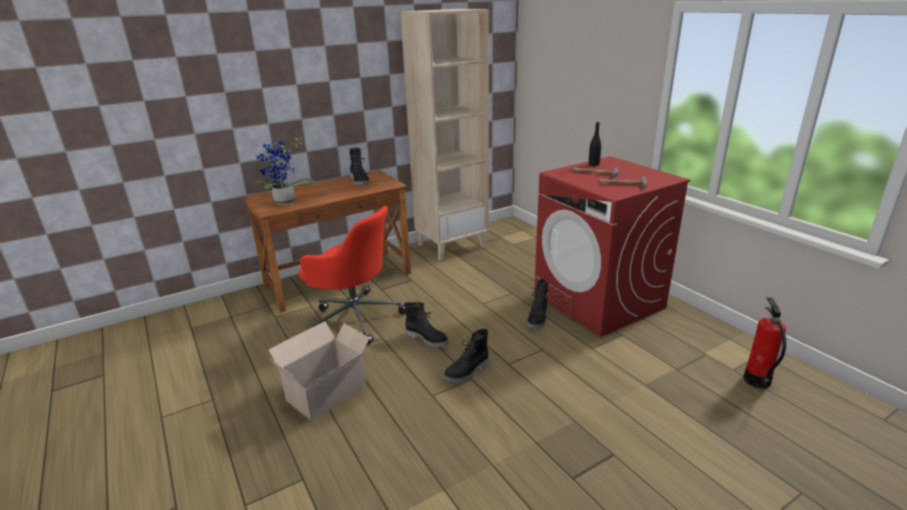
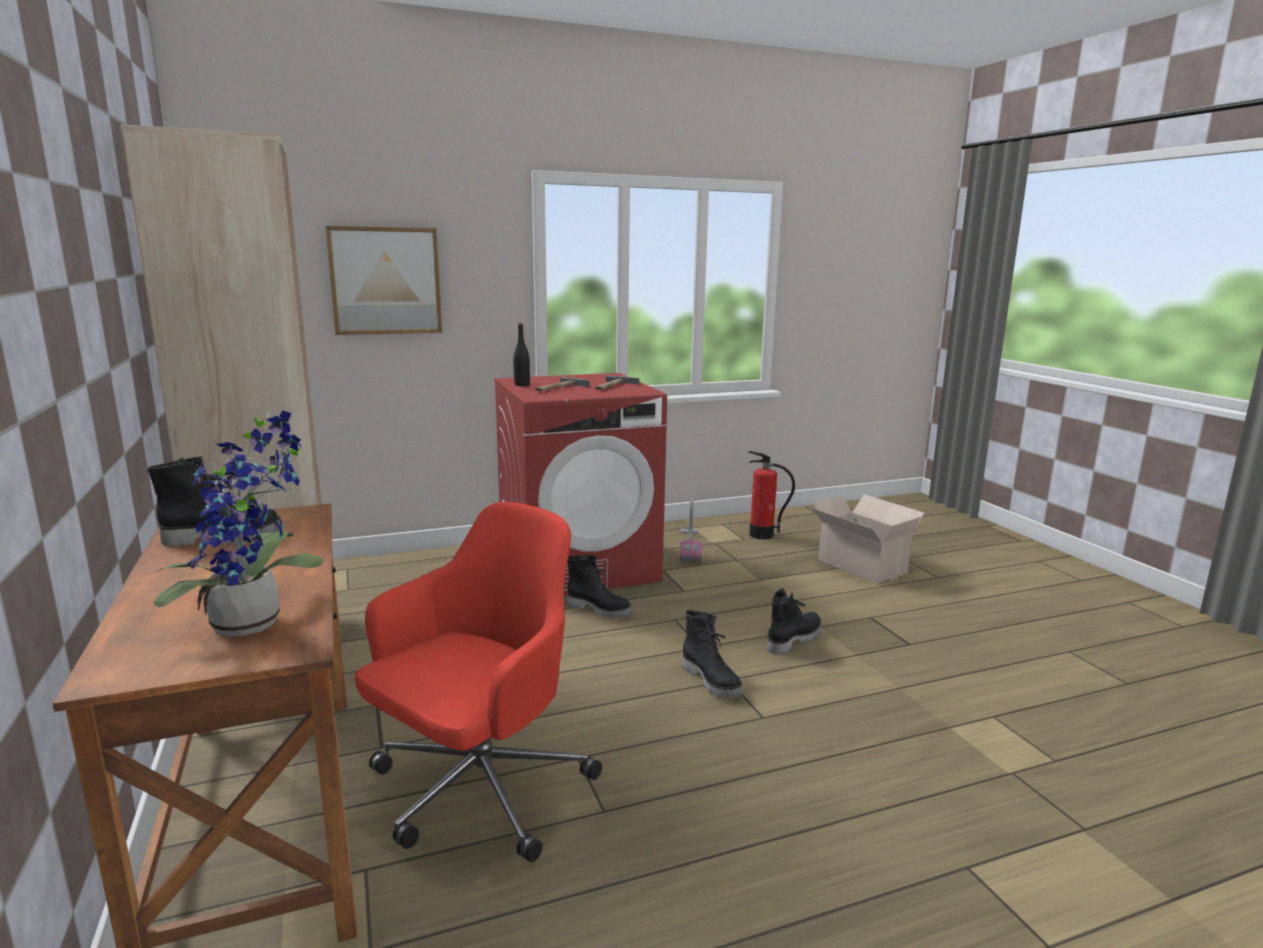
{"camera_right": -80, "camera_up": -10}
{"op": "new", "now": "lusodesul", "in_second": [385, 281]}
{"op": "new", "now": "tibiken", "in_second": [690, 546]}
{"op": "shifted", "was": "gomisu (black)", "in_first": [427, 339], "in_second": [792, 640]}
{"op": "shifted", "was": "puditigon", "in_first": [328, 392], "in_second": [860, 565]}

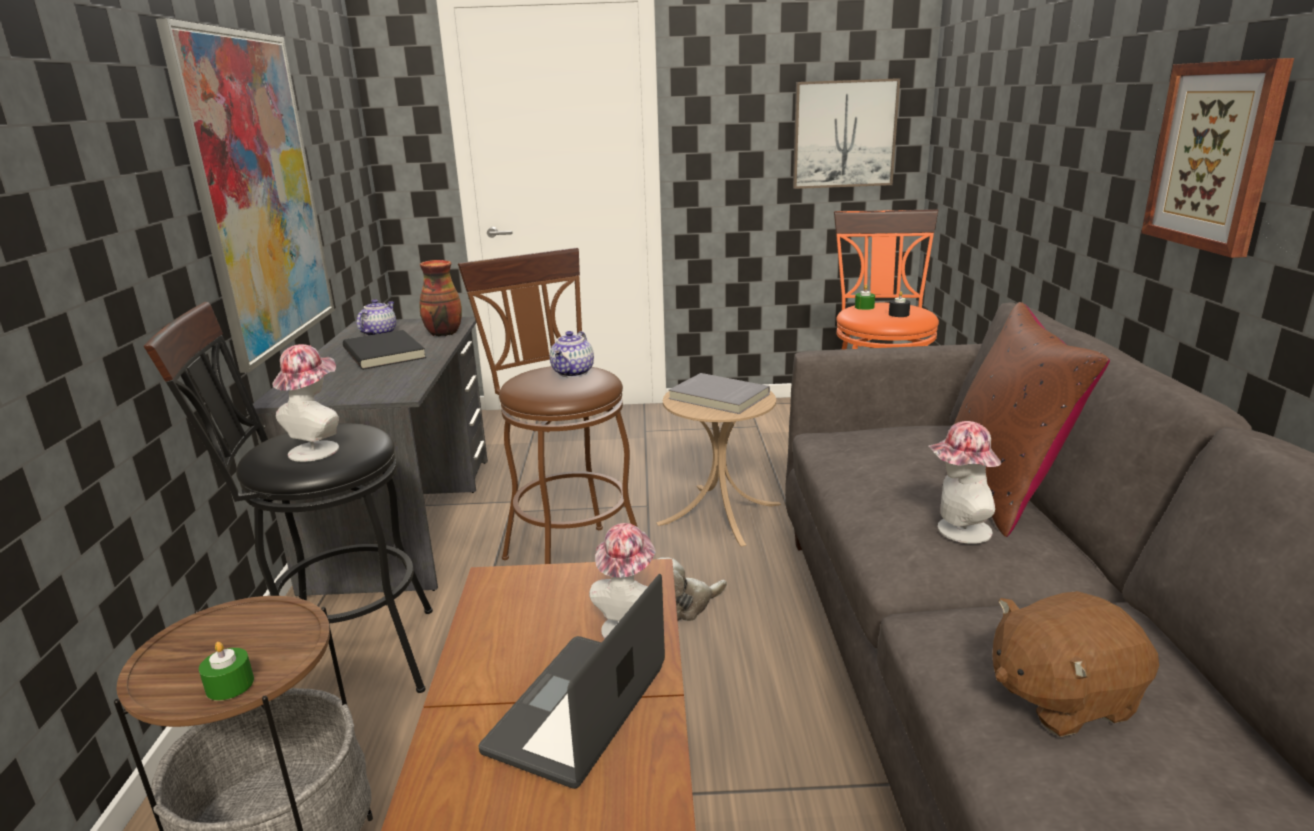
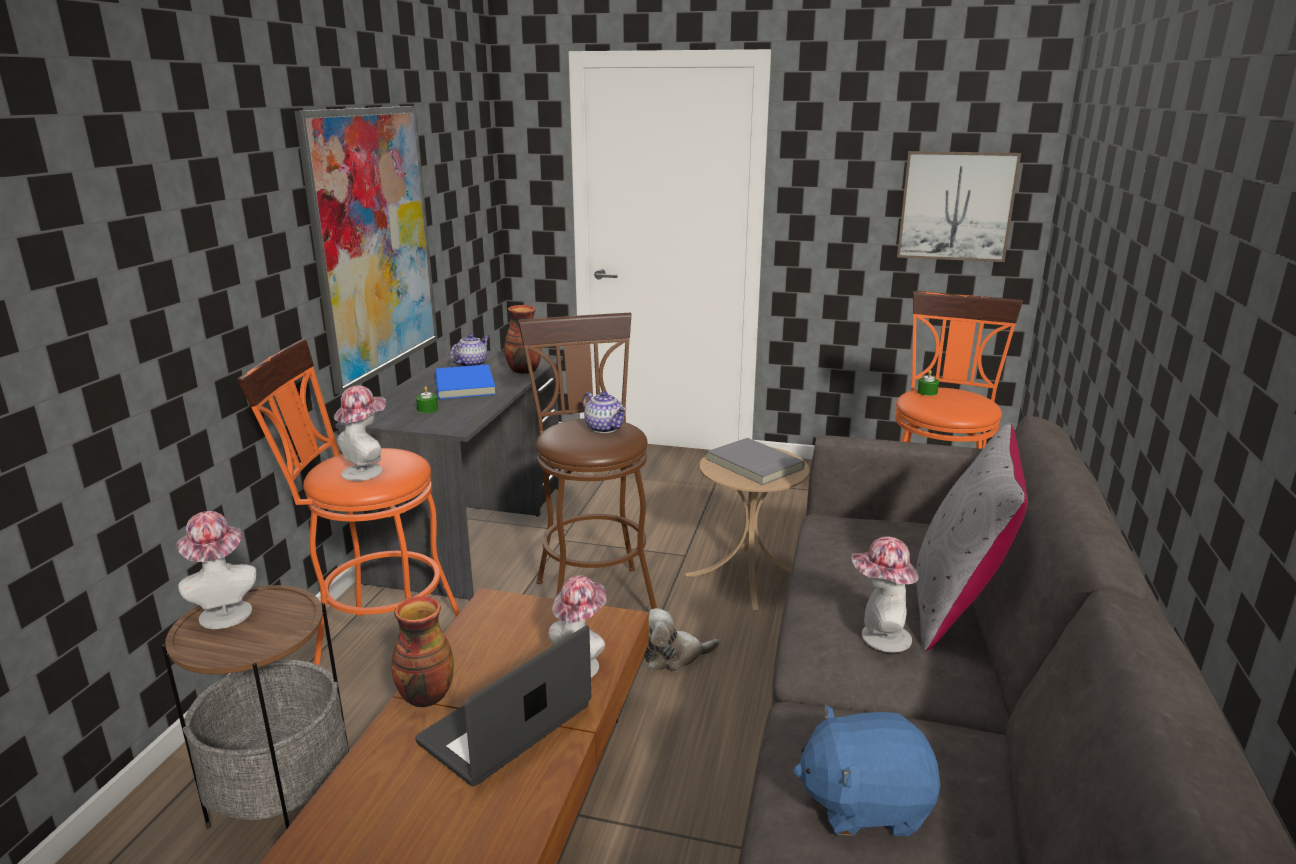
{"camera_right": 15, "camera_up": 0}
{"op": "new", "now": "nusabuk", "in_second": [225, 611]}
{"op": "repainted", "was": "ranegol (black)", "now": "ranegol (orange)", "in_first": [342, 661], "in_second": [377, 646]}
{"op": "new", "now": "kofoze", "in_second": [425, 696]}
{"op": "shifted", "was": "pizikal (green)", "in_first": [230, 685], "in_second": [427, 409]}
{"op": "repainted", "was": "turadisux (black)", "now": "turadisux (blue)", "in_first": [386, 353], "in_second": [466, 385]}
{"op": "rotated", "was": "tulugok", "in_first": [573, 373], "in_second": [605, 428], "clockwise": -75}
{"op": "repainted", "was": "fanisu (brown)", "now": "fanisu (blue)", "in_first": [1060, 697], "in_second": [864, 803]}
{"op": "repainted", "was": "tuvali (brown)", "now": "tuvali (grey)", "in_first": [1002, 488], "in_second": [957, 603]}
{"op": "gone", "was": "pizikal (black)", "in_first": [898, 314]}
{"op": "gone", "was": "lusodesul", "in_first": [1215, 156]}

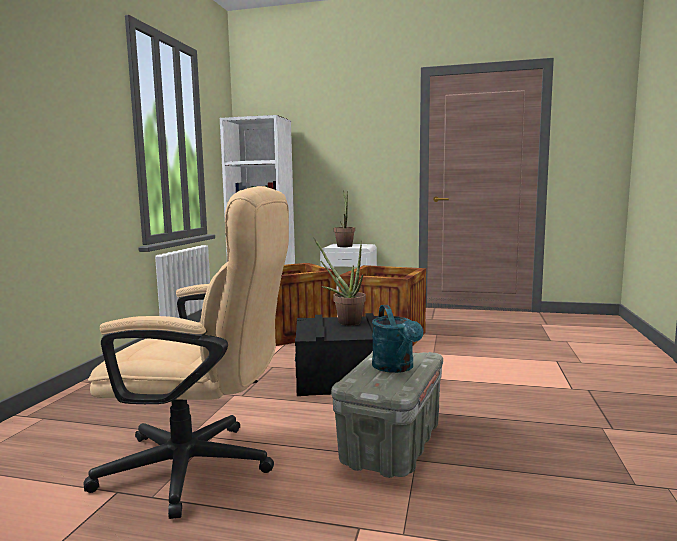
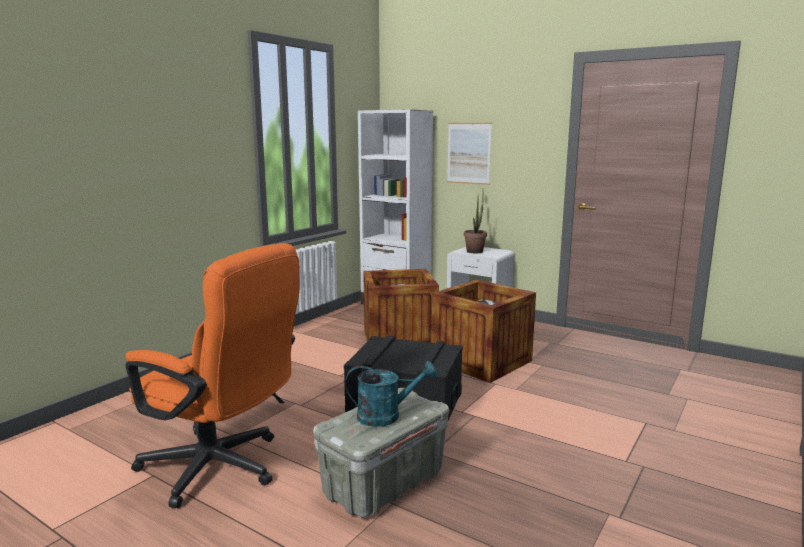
{"camera_right": 20, "camera_up": 5}
{"op": "repainted", "was": "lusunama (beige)", "now": "lusunama (orange)", "in_first": [202, 468], "in_second": [222, 469]}
{"op": "rotated", "was": "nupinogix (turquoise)", "in_first": [396, 368], "in_second": [386, 416], "clockwise": -105}
{"op": "new", "now": "lusodesul", "in_second": [469, 153]}
{"op": "gone", "was": "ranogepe", "in_first": [345, 321]}

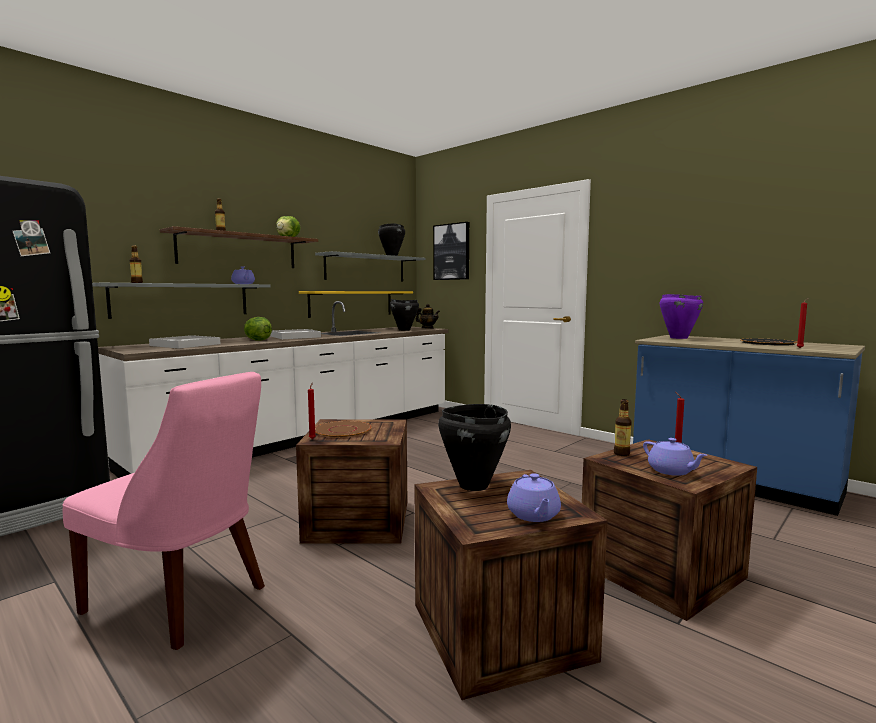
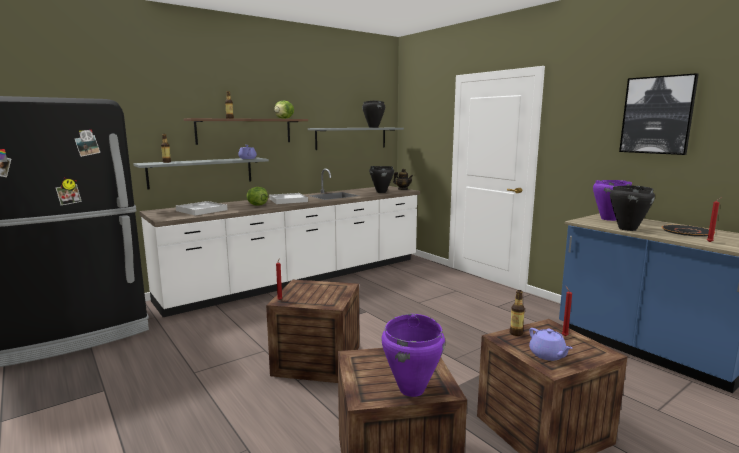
{"camera_right": 10, "camera_up": 5}
{"op": "swapped", "was": "tulugok (purple)", "now": "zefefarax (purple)", "in_first": [533, 515], "in_second": [412, 389]}
{"op": "shifted", "was": "zefefarax (black)", "in_first": [473, 485], "in_second": [627, 229]}
{"op": "shifted", "was": "lusodesul", "in_first": [452, 252], "in_second": [657, 115]}
{"op": "gone", "was": "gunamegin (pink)", "in_first": [182, 601]}
{"op": "gone", "was": "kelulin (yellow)", "in_first": [351, 303]}
{"op": "gone", "was": "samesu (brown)", "in_first": [342, 430]}

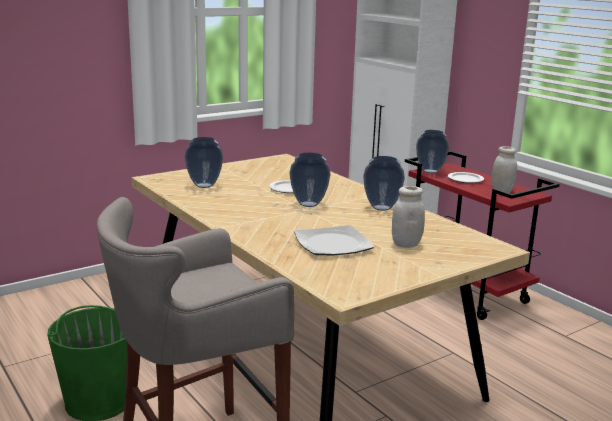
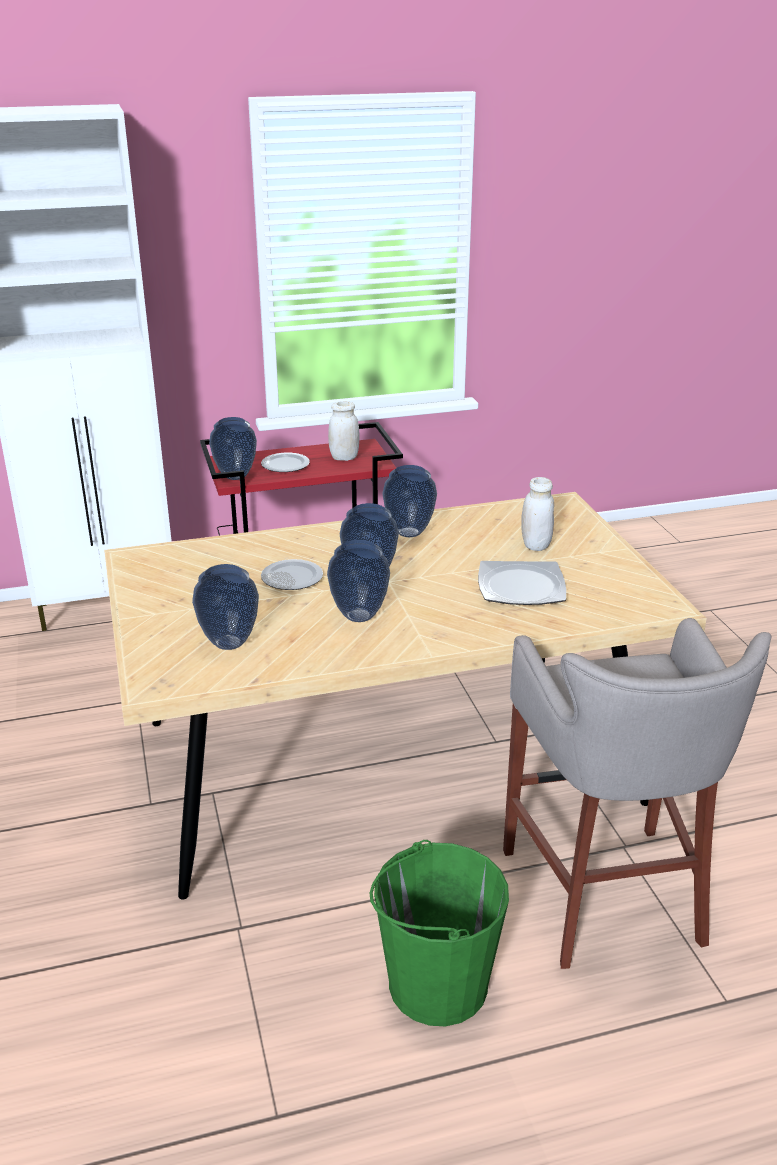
{"camera_right": -70, "camera_up": 10}
{"op": "new", "now": "kofoze", "in_second": [360, 616]}

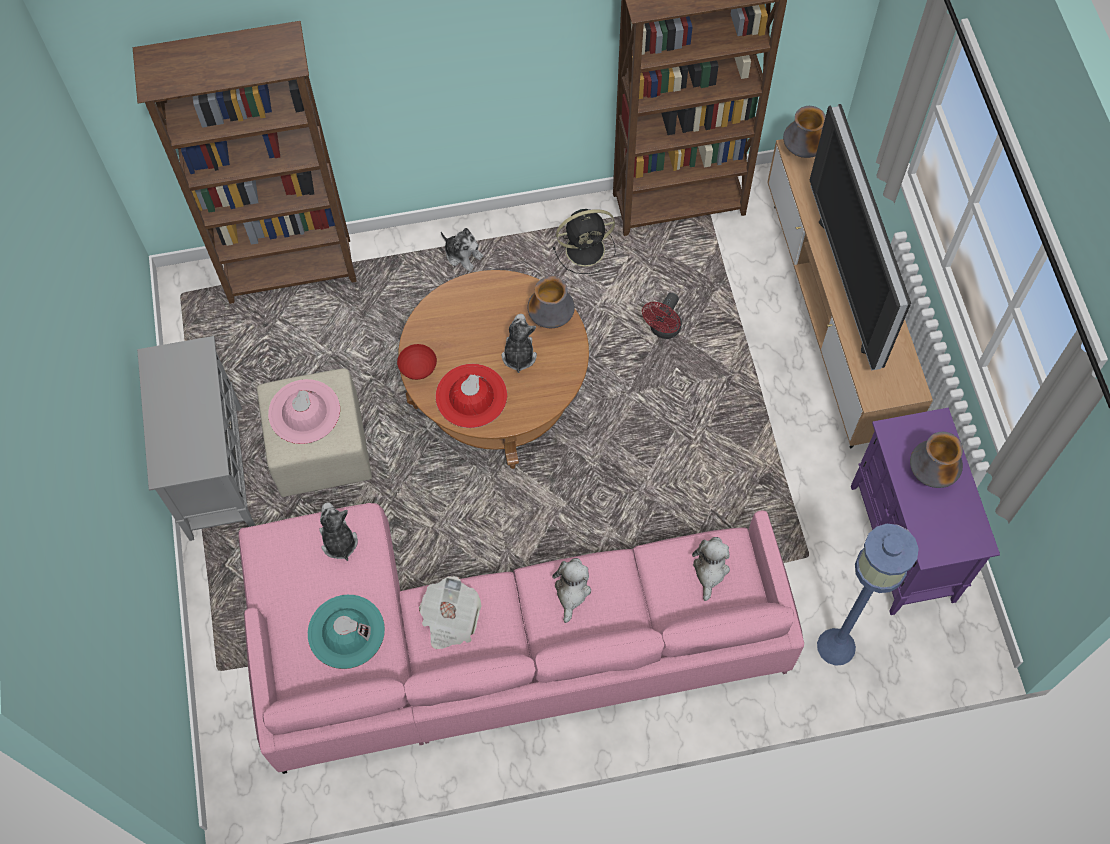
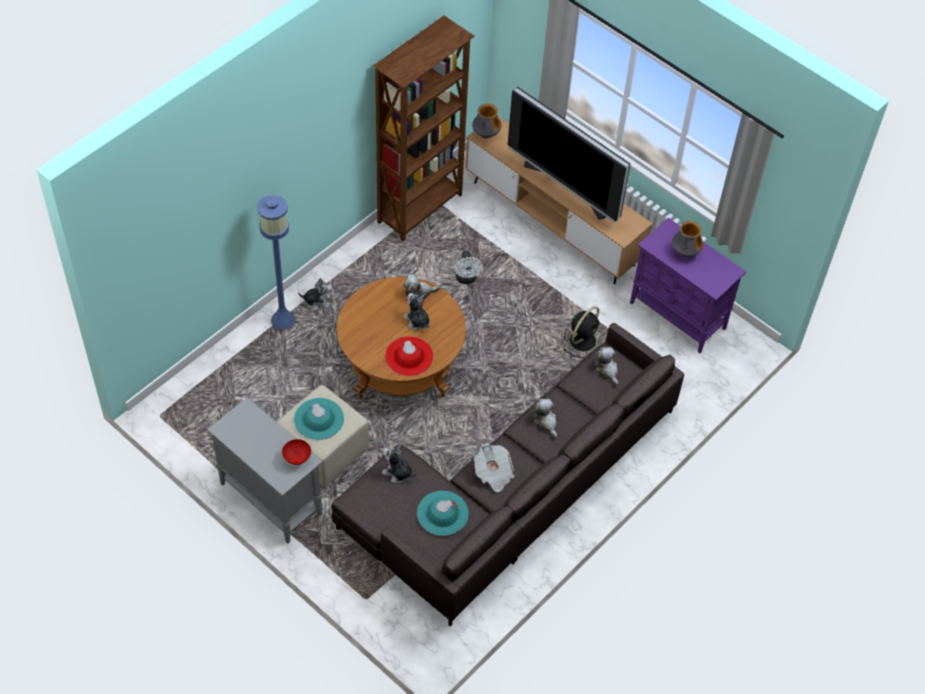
{"camera_right": -40, "camera_up": -10}
{"op": "shifted", "was": "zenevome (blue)", "in_first": [836, 647], "in_second": [283, 320]}
{"op": "shifted", "was": "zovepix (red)", "in_first": [418, 370], "in_second": [296, 459]}
{"op": "repainted", "was": "nusabuk (pink)", "now": "nusabuk (turquoise)", "in_first": [304, 412], "in_second": [319, 419]}
{"op": "repainted", "was": "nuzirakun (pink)", "now": "nuzirakun (grey)", "in_first": [493, 644], "in_second": [509, 491]}
{"op": "swapped", "was": "kofoze", "now": "fanisu", "in_first": [551, 318], "in_second": [419, 293]}
{"op": "repainted", "was": "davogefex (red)", "now": "davogefex (white)", "in_first": [663, 330], "in_second": [466, 279]}
{"op": "shifted", "was": "davogefex (black)", "in_first": [587, 249], "in_second": [583, 340]}
{"op": "gone", "was": "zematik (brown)", "in_first": [291, 272]}

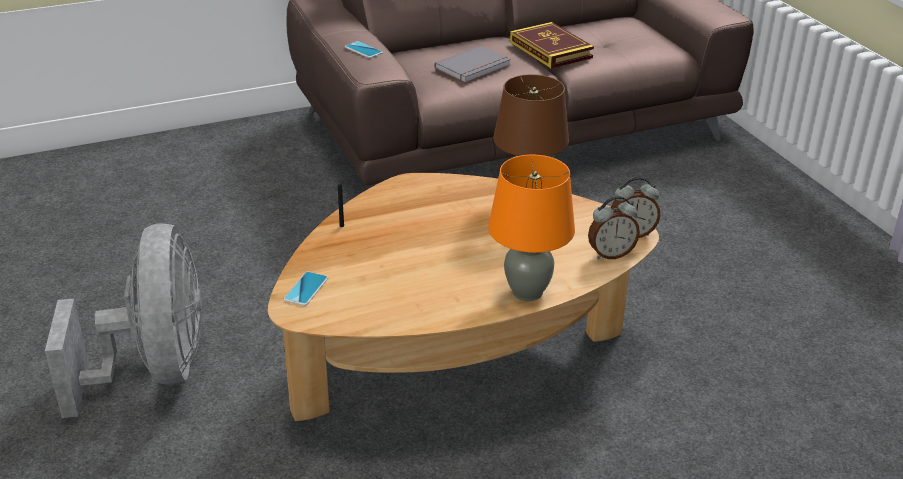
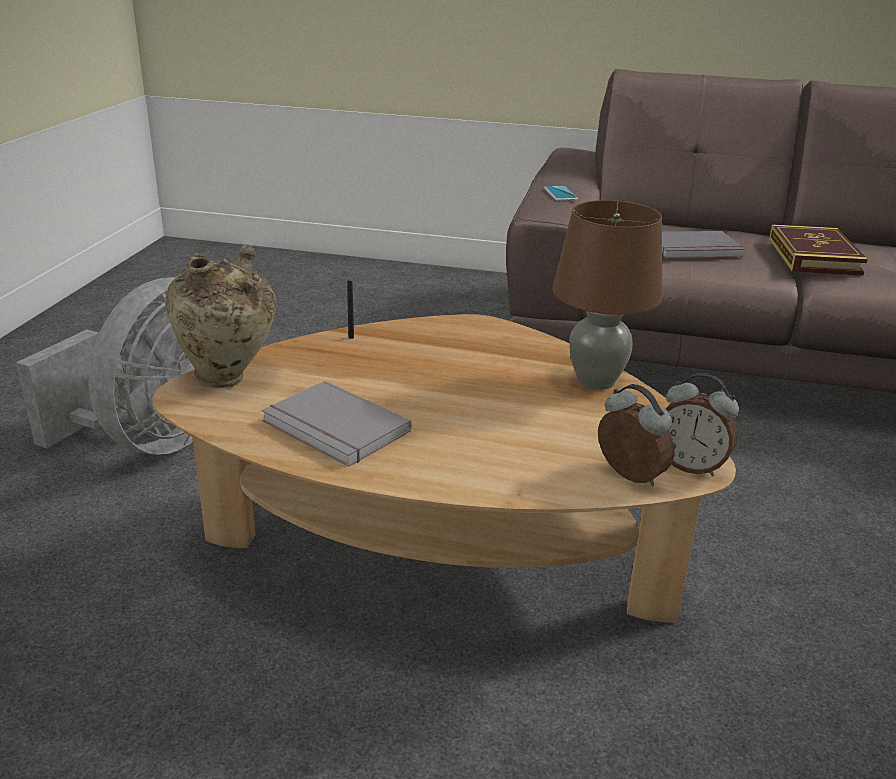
{"camera_right": 35, "camera_up": -5}
{"op": "swapped", "was": "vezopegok", "now": "kofoze (beige)", "in_first": [306, 289], "in_second": [228, 378]}
{"op": "new", "now": "turadisux (grey)", "in_second": [333, 428]}
{"op": "rotated", "was": "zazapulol", "in_first": [610, 254], "in_second": [628, 477], "clockwise": -150}
{"op": "gone", "was": "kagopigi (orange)", "in_first": [527, 292]}

